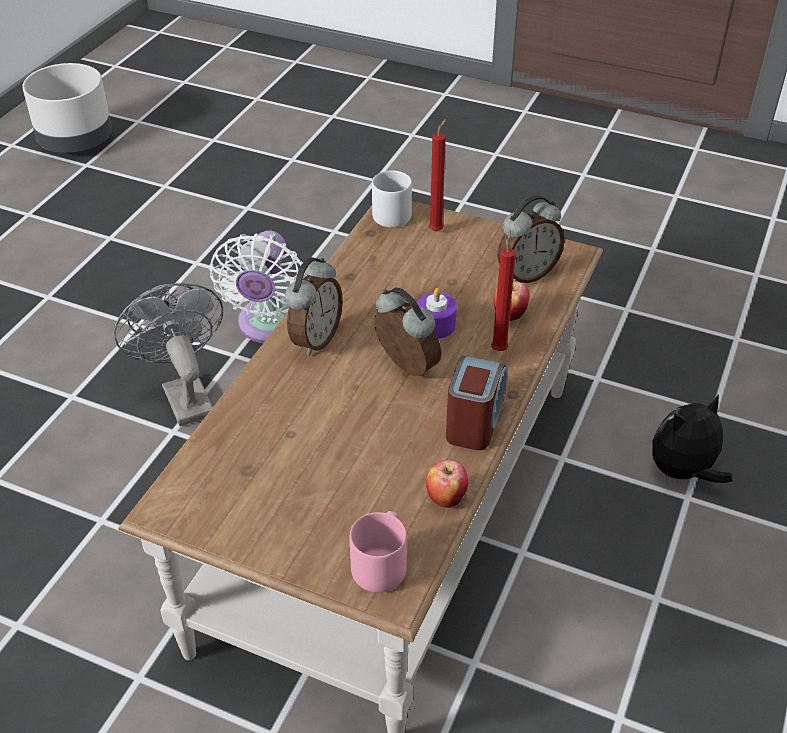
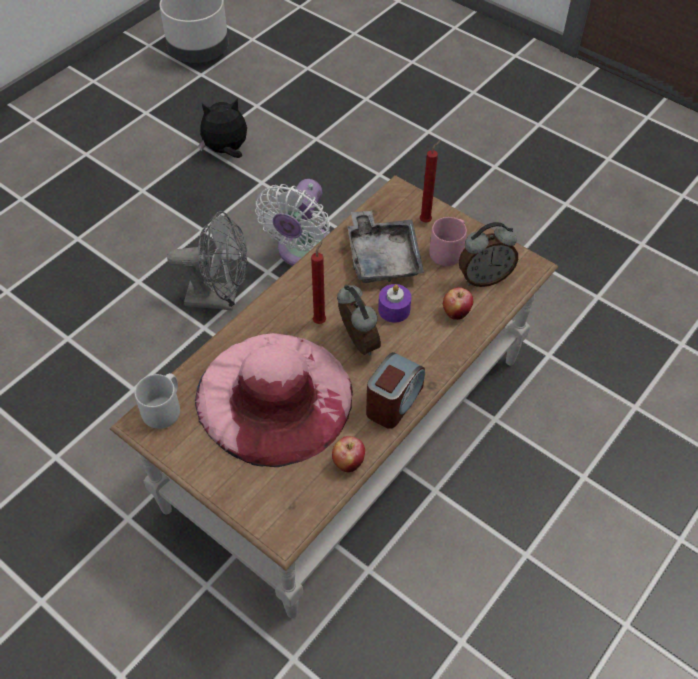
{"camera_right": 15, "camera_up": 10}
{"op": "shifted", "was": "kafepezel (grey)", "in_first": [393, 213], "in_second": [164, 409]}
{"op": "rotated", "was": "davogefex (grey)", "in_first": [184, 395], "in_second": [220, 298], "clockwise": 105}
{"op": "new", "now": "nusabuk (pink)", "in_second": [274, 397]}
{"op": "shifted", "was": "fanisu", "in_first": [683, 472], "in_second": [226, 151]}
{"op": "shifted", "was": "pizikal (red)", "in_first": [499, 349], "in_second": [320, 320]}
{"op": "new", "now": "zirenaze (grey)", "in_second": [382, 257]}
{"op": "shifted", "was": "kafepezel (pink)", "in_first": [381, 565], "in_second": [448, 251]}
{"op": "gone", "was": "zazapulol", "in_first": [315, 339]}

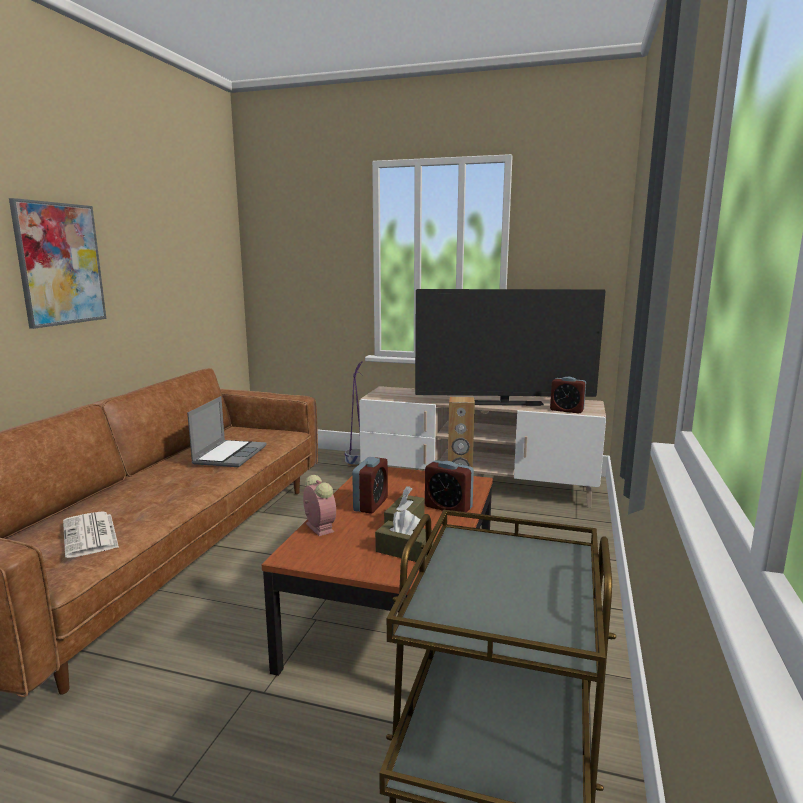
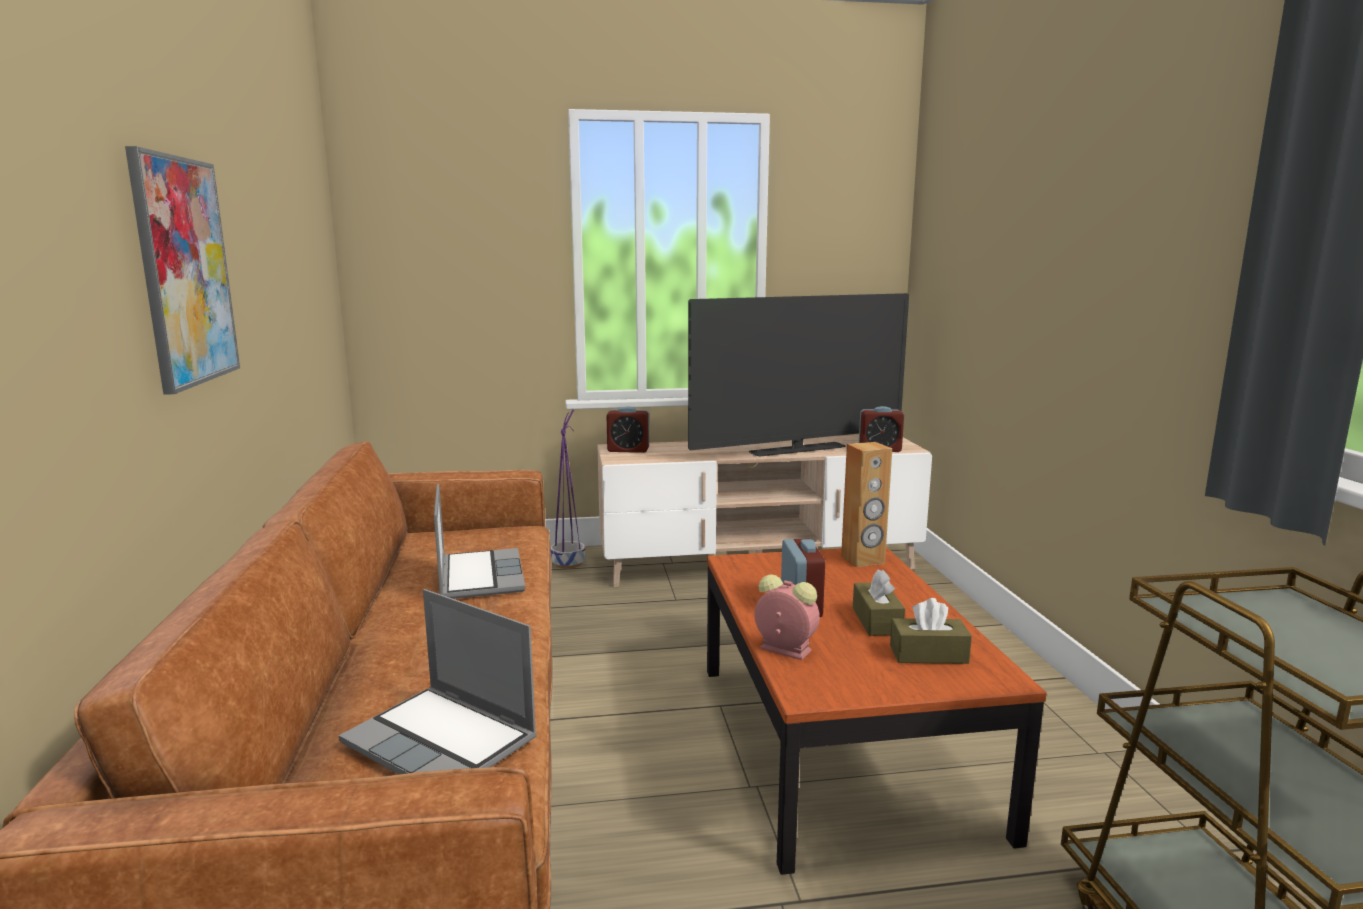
{"camera_right": -25, "camera_up": 0}
{"op": "swapped", "was": "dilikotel", "now": "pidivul", "in_first": [91, 535], "in_second": [443, 742]}
{"op": "shifted", "was": "zazapulol", "in_first": [448, 507], "in_second": [628, 450]}

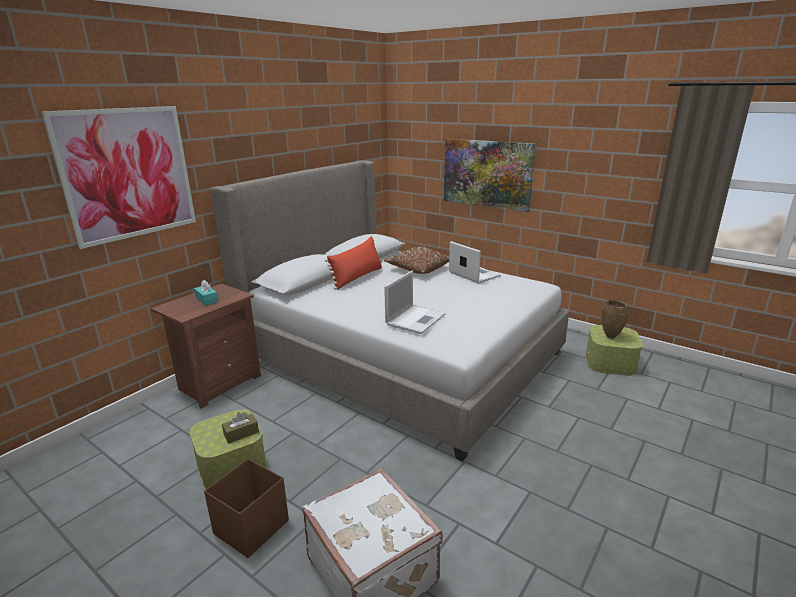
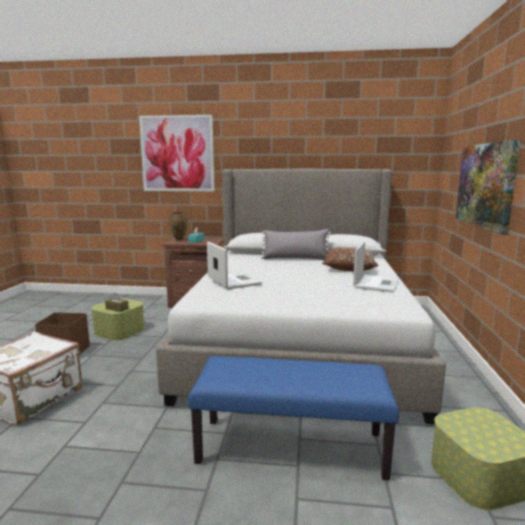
{"camera_right": 60, "camera_up": -10}
{"op": "shifted", "was": "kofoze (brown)", "in_first": [611, 337], "in_second": [179, 240]}
{"op": "new", "now": "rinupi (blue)", "in_second": [292, 447]}
{"op": "rotated", "was": "pidivul", "in_first": [416, 319], "in_second": [233, 281], "clockwise": -120}
{"op": "repainted", "was": "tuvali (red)", "now": "tuvali (grey)", "in_first": [357, 277], "in_second": [295, 259]}

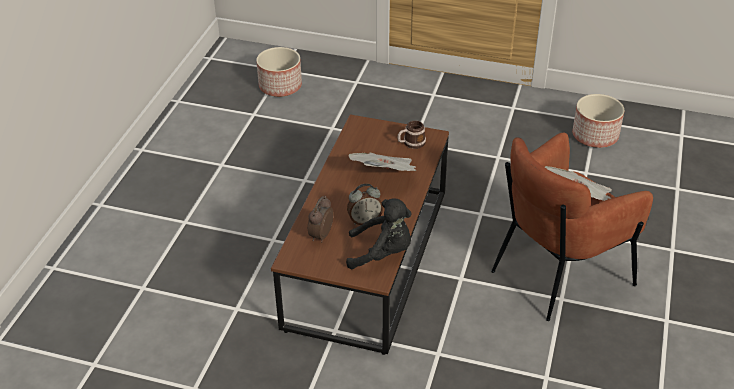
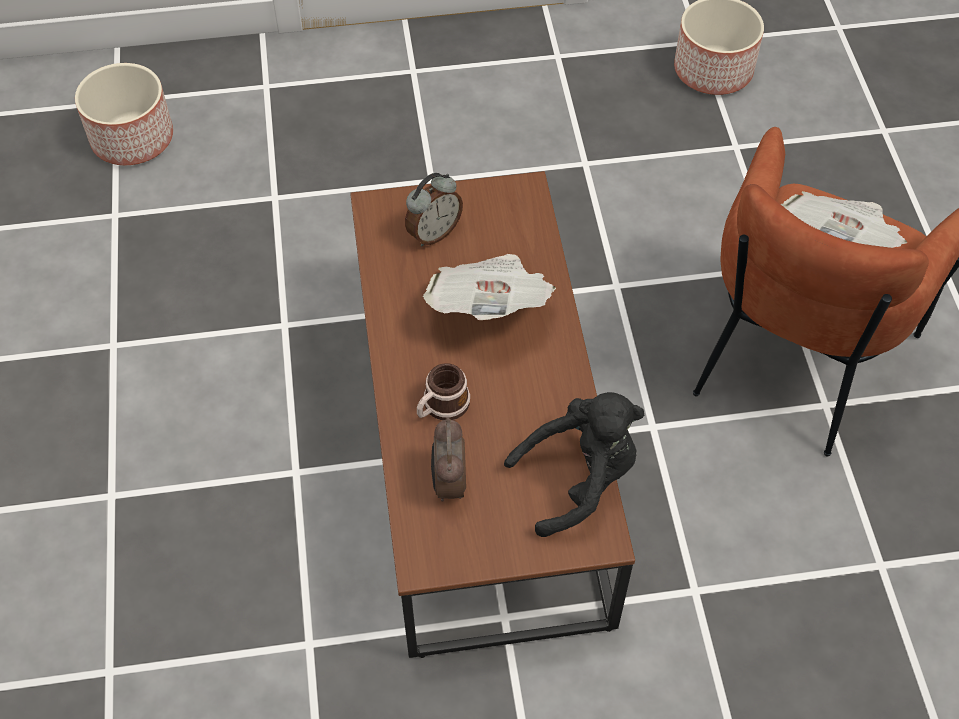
{"camera_right": -25, "camera_up": 15}
{"op": "shifted", "was": "zazapulol", "in_first": [364, 220], "in_second": [433, 233]}
{"op": "shifted", "was": "kafepezel", "in_first": [411, 143], "in_second": [441, 406]}

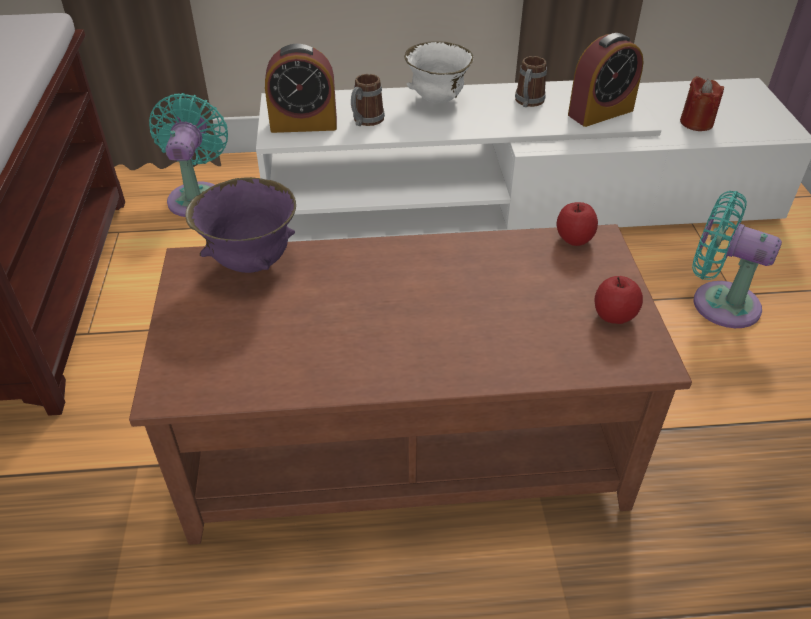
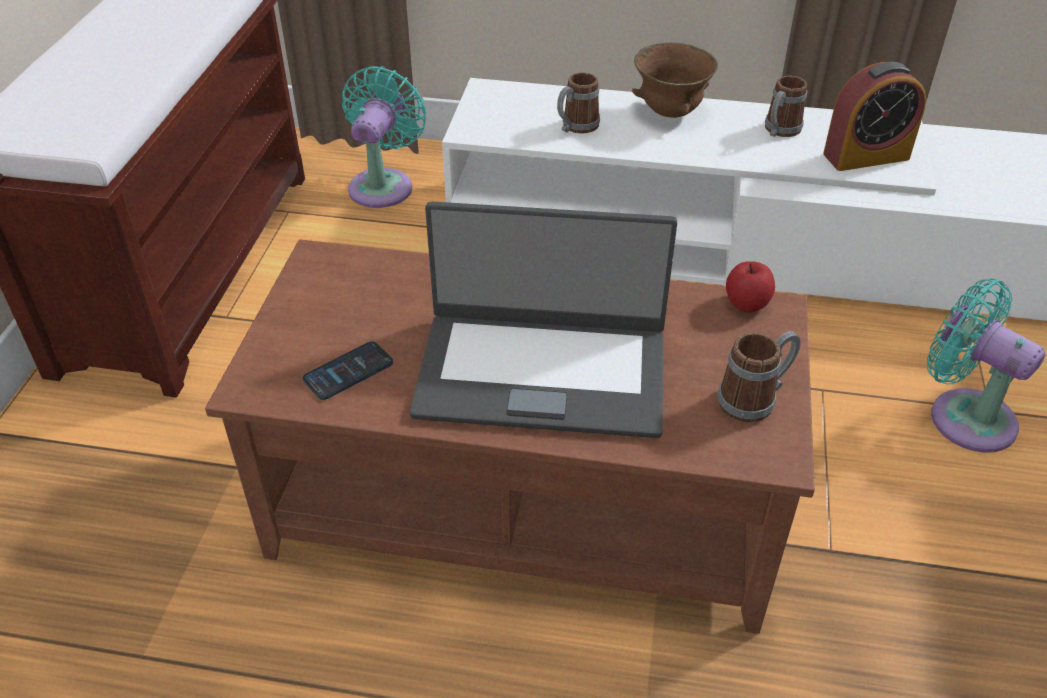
{"camera_right": 15, "camera_up": 0}
{"op": "new", "now": "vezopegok", "in_second": [348, 371]}
{"op": "new", "now": "pidivul", "in_second": [542, 372]}
{"op": "repainted", "was": "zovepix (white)", "now": "zovepix (brown)", "in_first": [437, 100], "in_second": [669, 113]}
{"op": "swapped", "was": "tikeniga", "now": "kafepezel", "in_first": [614, 315], "in_second": [755, 399]}
{"op": "gone", "was": "zovepix (purple)", "in_first": [252, 263]}
{"op": "gone", "was": "zazapulol", "in_first": [304, 124]}
{"op": "gone", "was": "pizikal (red)", "in_first": [696, 123]}

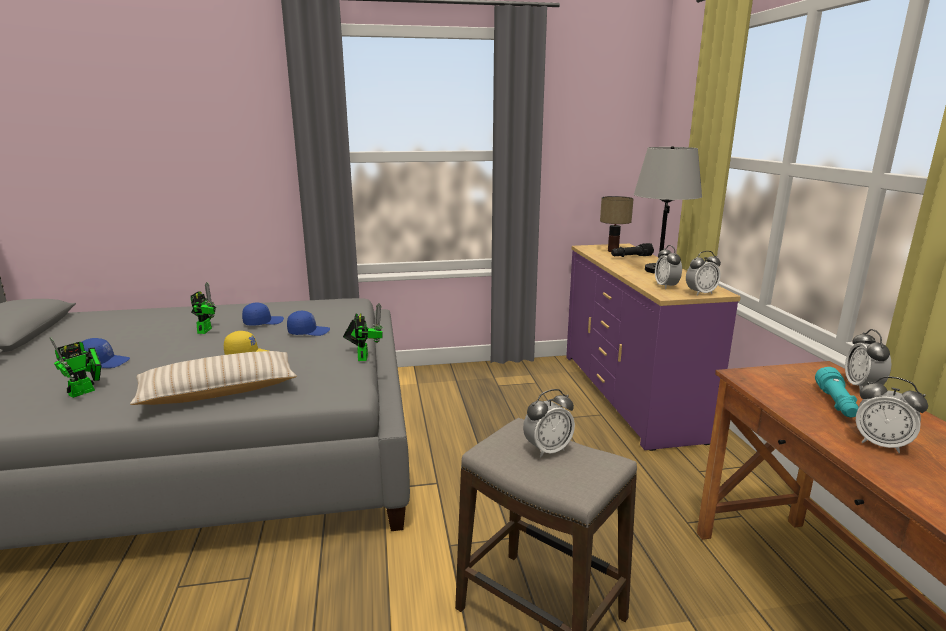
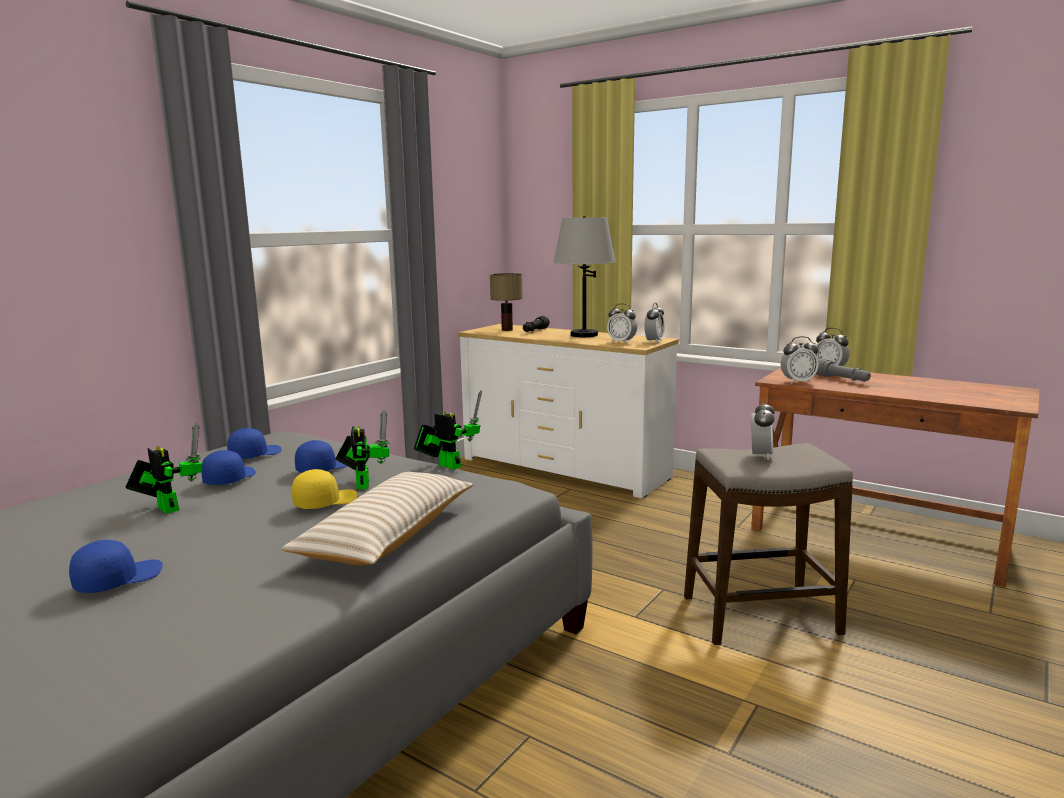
{"camera_right": -45, "camera_up": -5}
{"op": "new", "now": "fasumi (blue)", "in_second": [255, 454]}
{"op": "shifted", "was": "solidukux", "in_first": [86, 391], "in_second": [363, 483]}
{"op": "repainted", "was": "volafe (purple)", "now": "volafe (white)", "in_first": [630, 394], "in_second": [564, 468]}
{"op": "shifted", "was": "zazapulol", "in_first": [881, 444], "in_second": [798, 382]}
{"op": "repainted", "was": "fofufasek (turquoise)", "now": "fofufasek (grey)", "in_first": [836, 404], "in_second": [841, 379]}

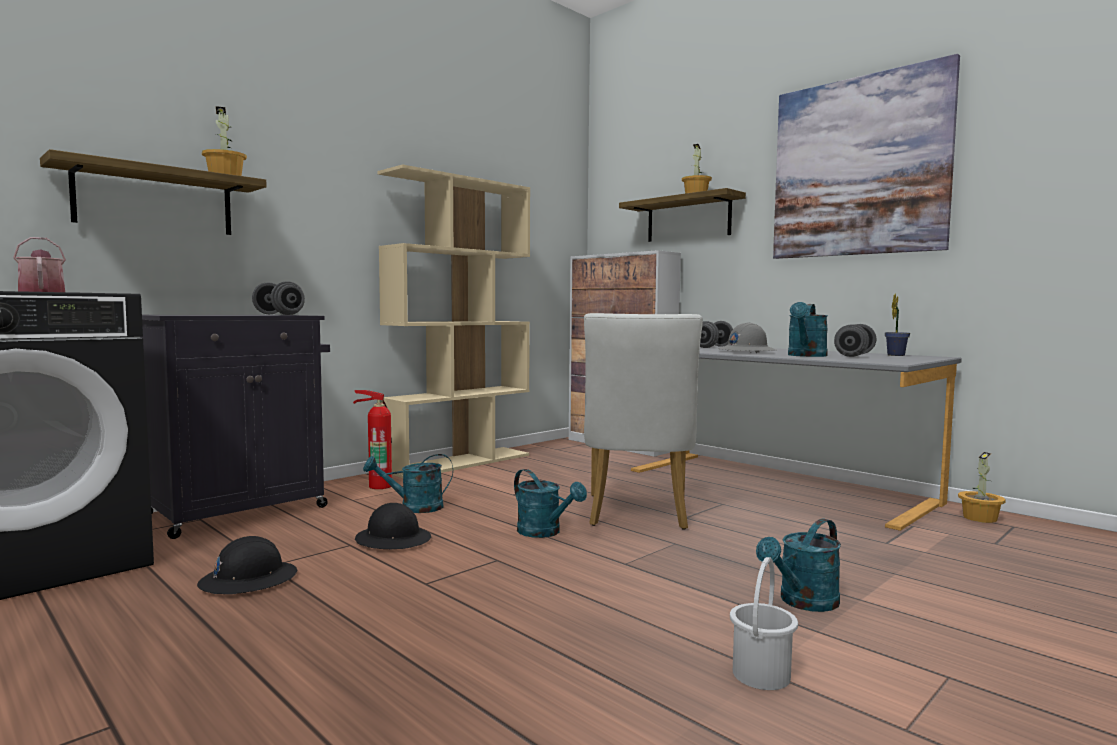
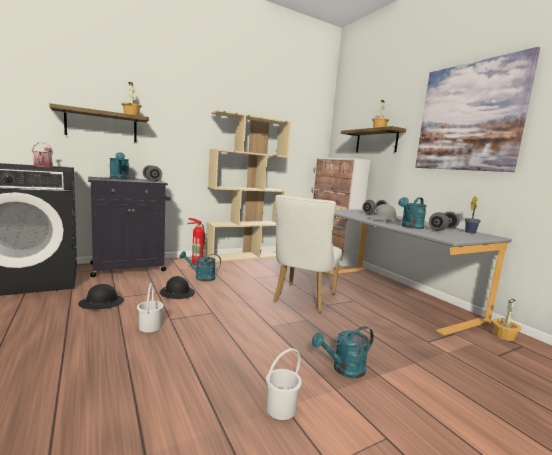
{"camera_right": 15, "camera_up": 5}
{"op": "shifted", "was": "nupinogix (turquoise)", "in_first": [545, 532], "in_second": [120, 179]}
{"op": "new", "now": "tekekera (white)", "in_second": [149, 327]}

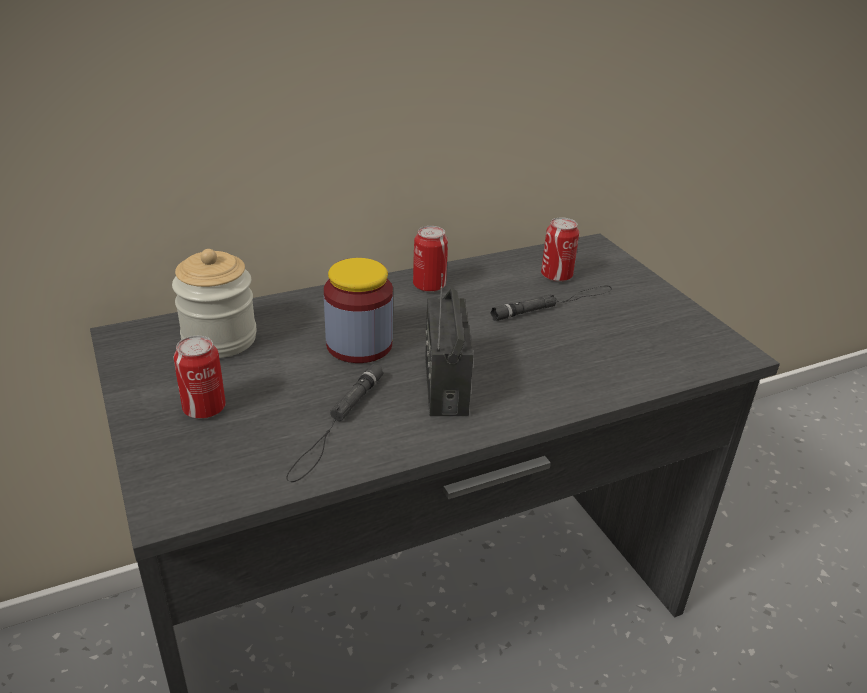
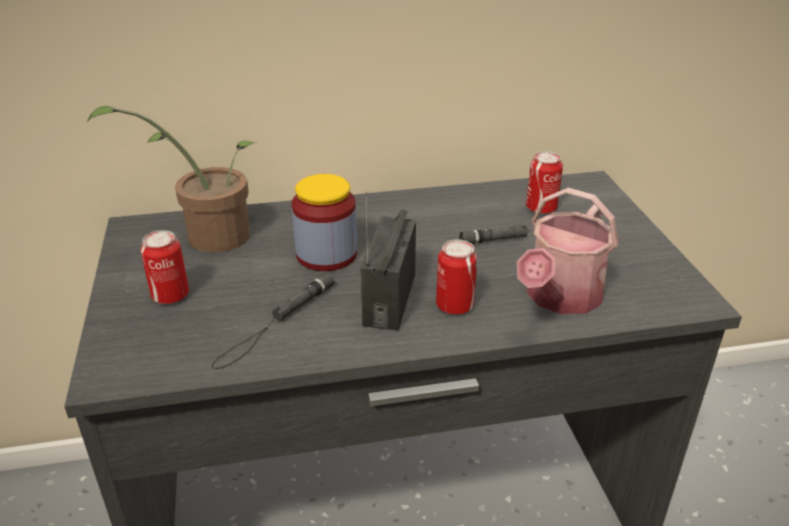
{"camera_right": 15, "camera_up": 0}
{"op": "swapped", "was": "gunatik", "now": "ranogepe", "in_first": [219, 339], "in_second": [208, 237]}
{"op": "shifted", "was": "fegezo", "in_first": [429, 286], "in_second": [454, 306]}
{"op": "new", "now": "nupinogix", "in_second": [559, 298]}

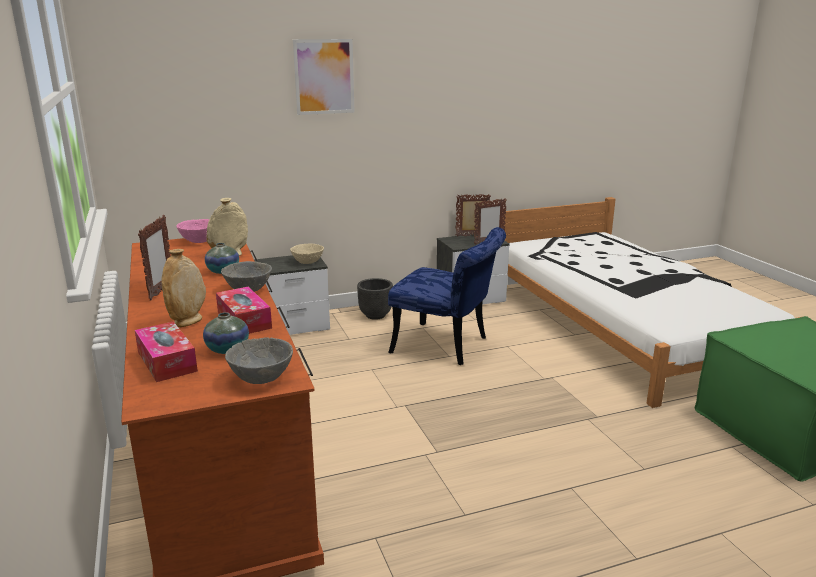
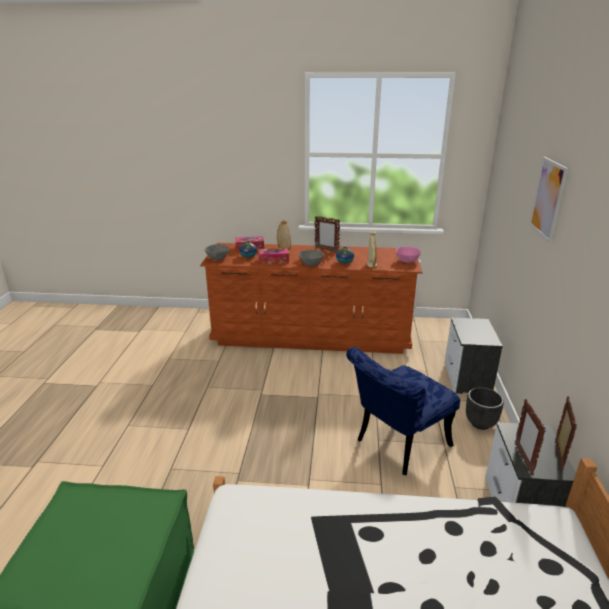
{"camera_right": 115, "camera_up": 5}
{"op": "gone", "was": "zovepix (beige)", "in_first": [307, 262]}

